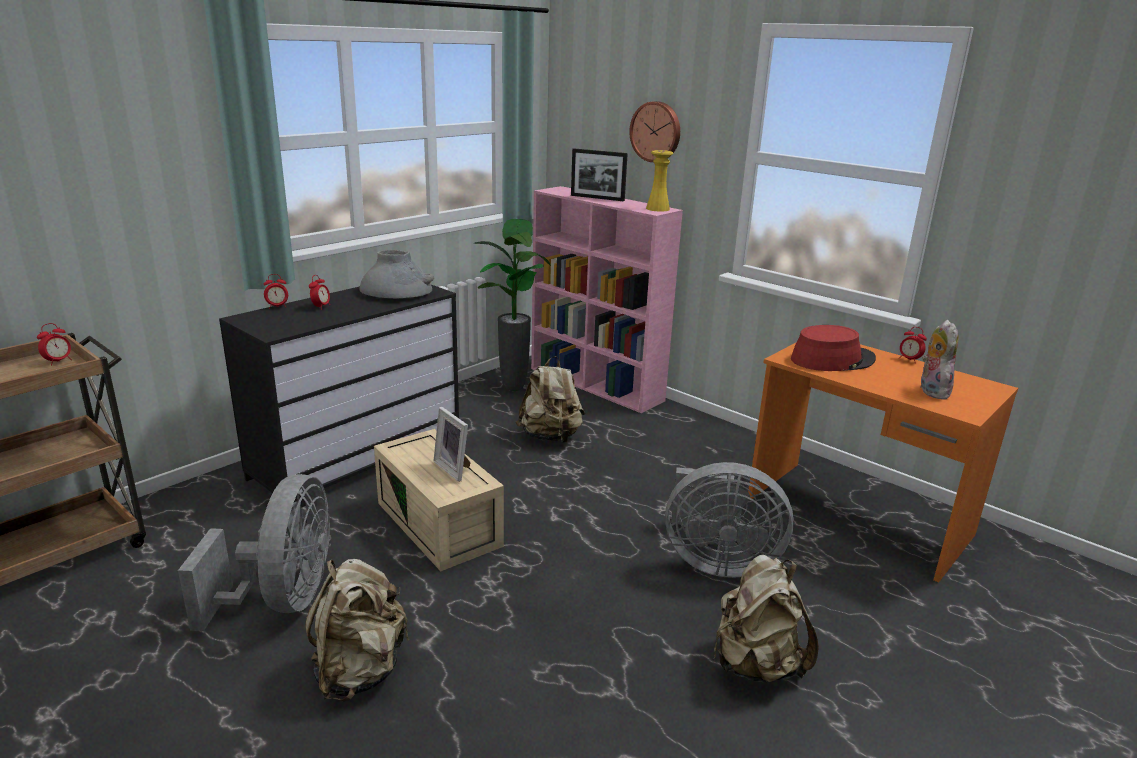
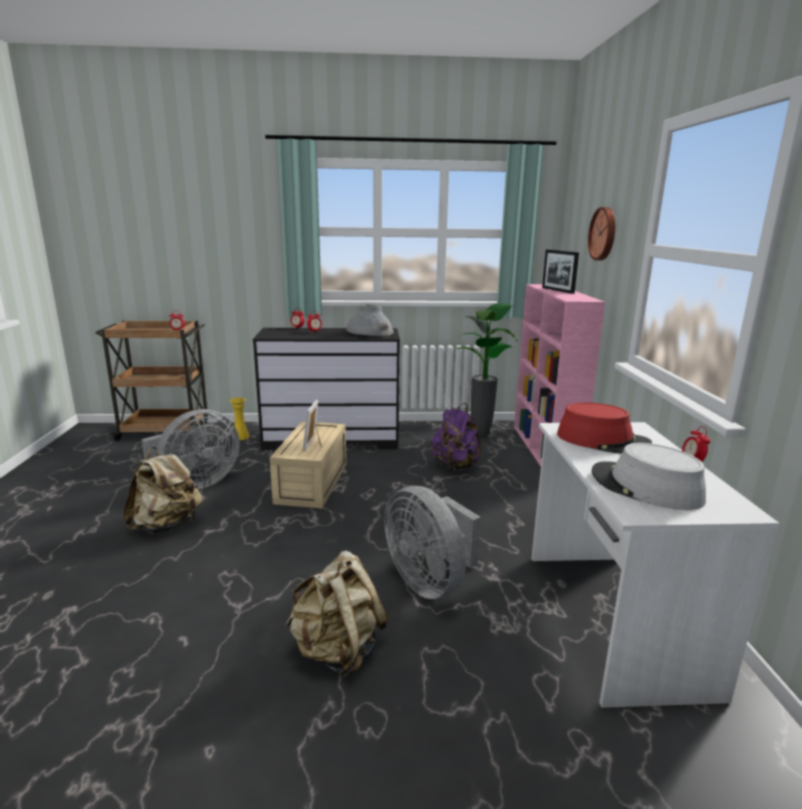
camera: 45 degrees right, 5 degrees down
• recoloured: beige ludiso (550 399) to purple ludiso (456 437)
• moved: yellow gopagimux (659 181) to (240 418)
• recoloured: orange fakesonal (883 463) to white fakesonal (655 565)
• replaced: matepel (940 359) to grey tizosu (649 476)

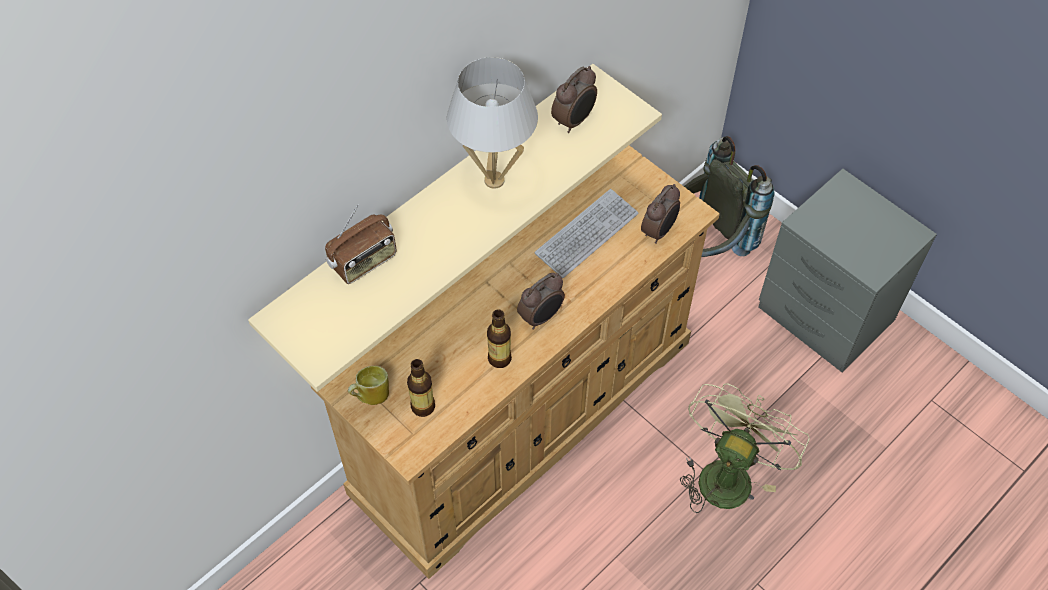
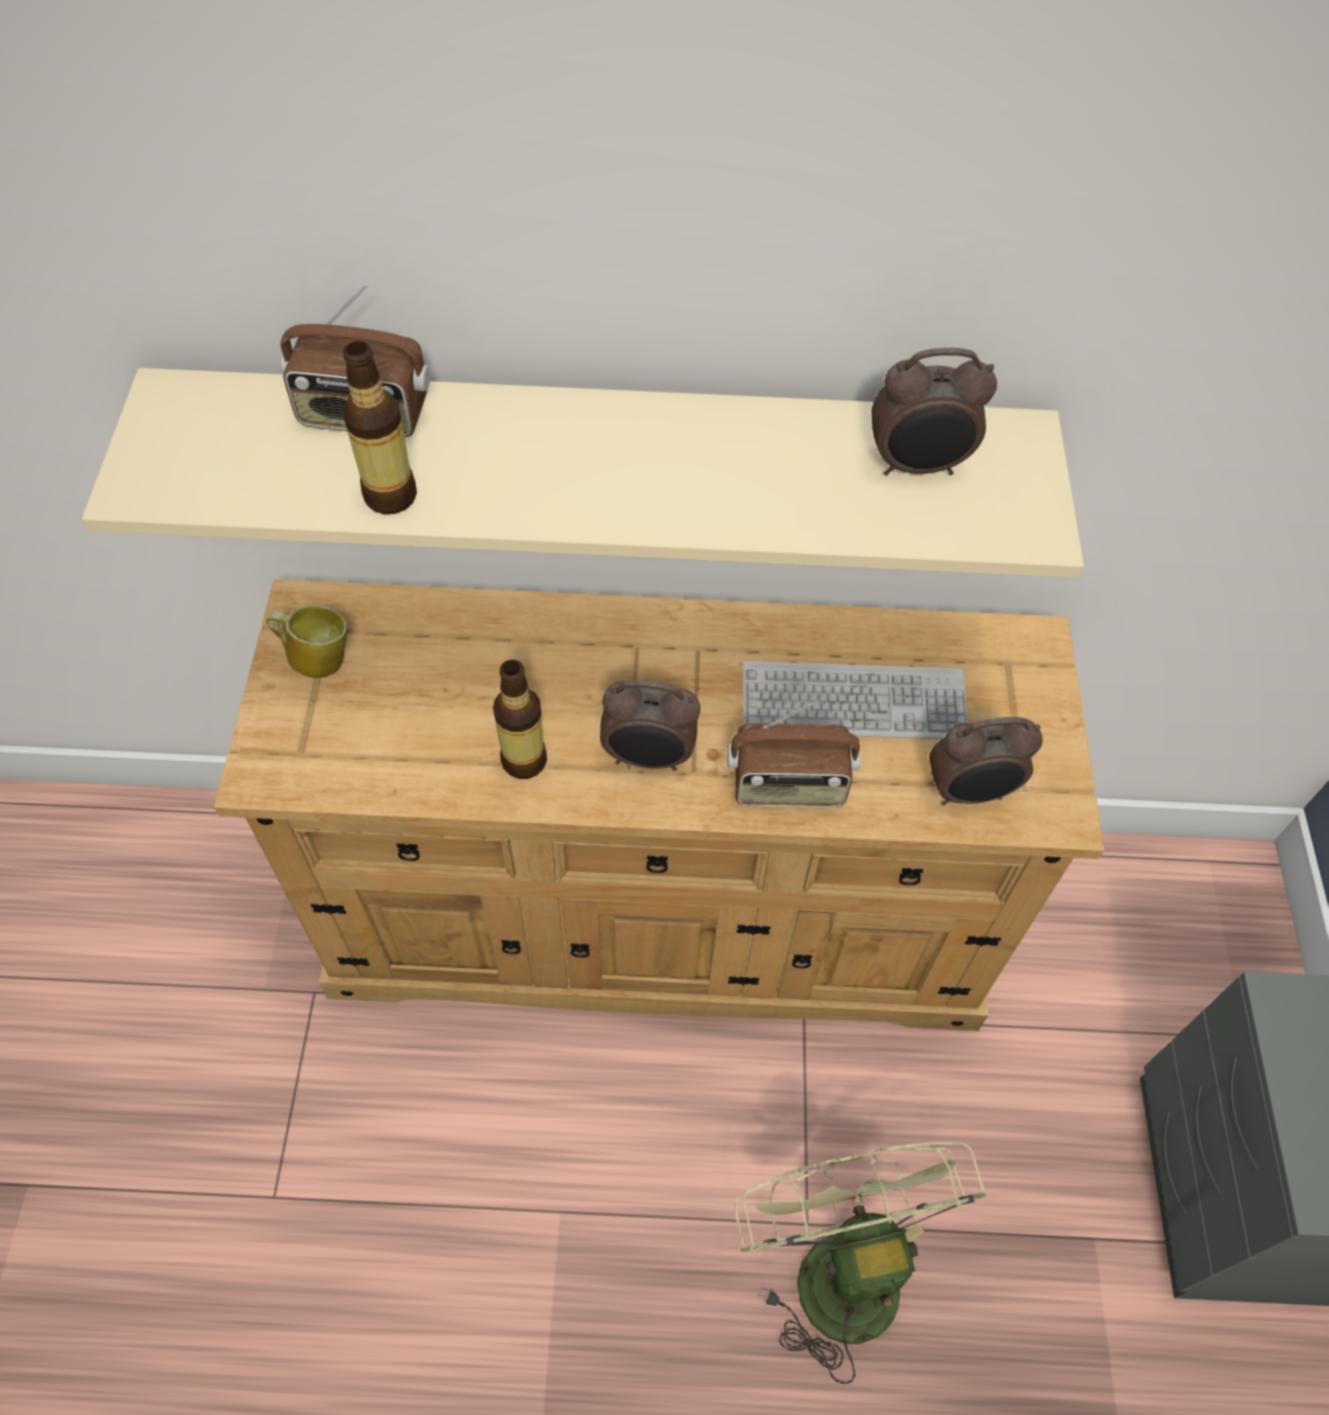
camera: 45 degrees right, 0 degrees up
• moved: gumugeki (421 388) to (380 427)
• removed: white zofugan (492 123)
• turned: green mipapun (745 448) = (861 1263) 90 degrees counterclockwise
• removed: grey ludiso (729 196)
• added: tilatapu (793 752)

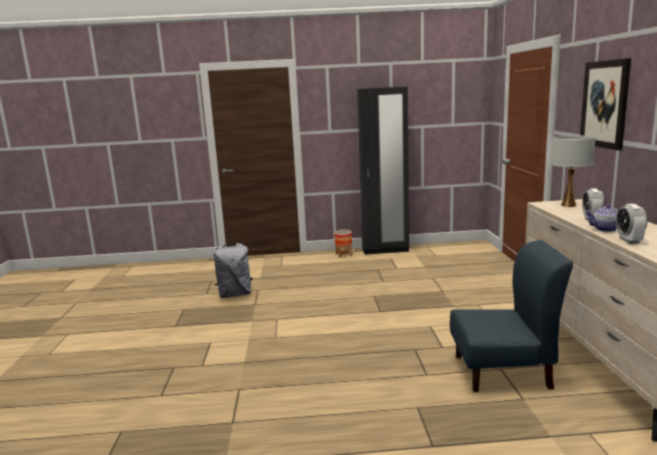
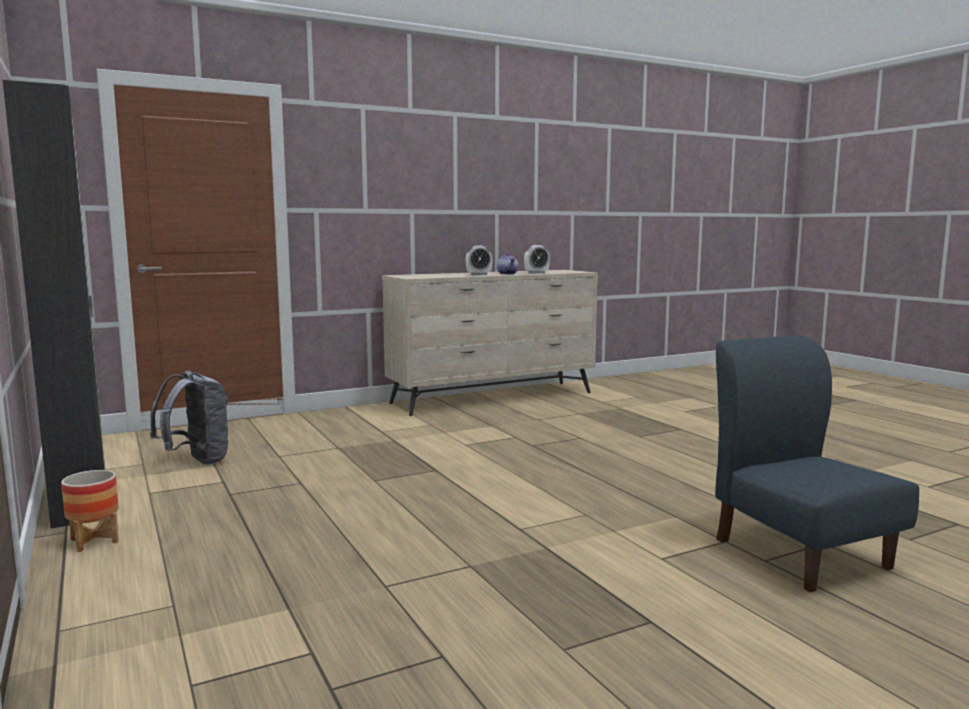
camera: 115 degrees left, 5 degrees down
• moved: grey ludiso (233 270) to (189 417)
• moved: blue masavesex (511 316) to (817 463)
• removed: white zofugan (573 171)
• removed: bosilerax (605 104)

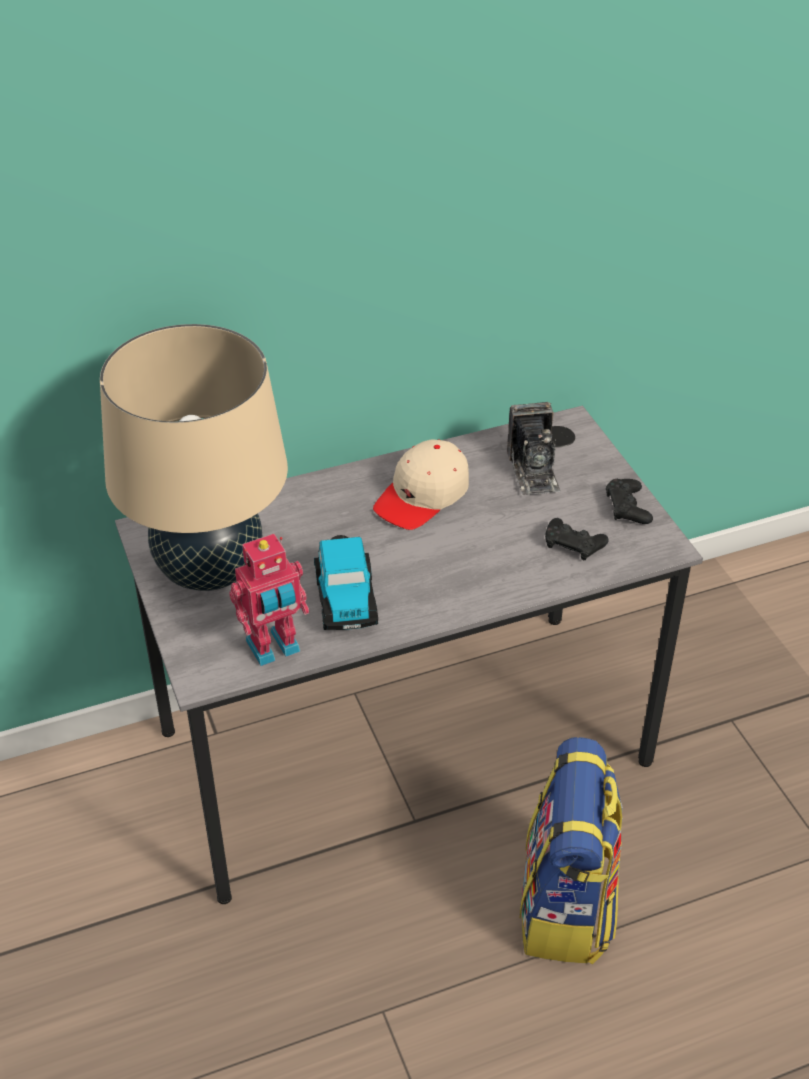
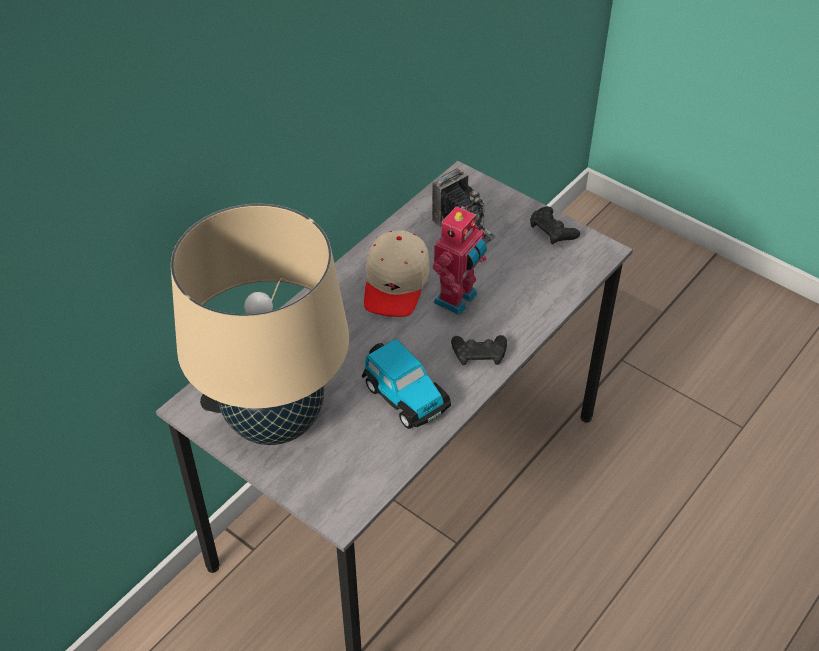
camera: 30 degrees left, 5 degrees up
• moved: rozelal (269 600) to (460 260)
• removed: ludiso (571 850)
• moved: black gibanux (577 539) to (479 350)

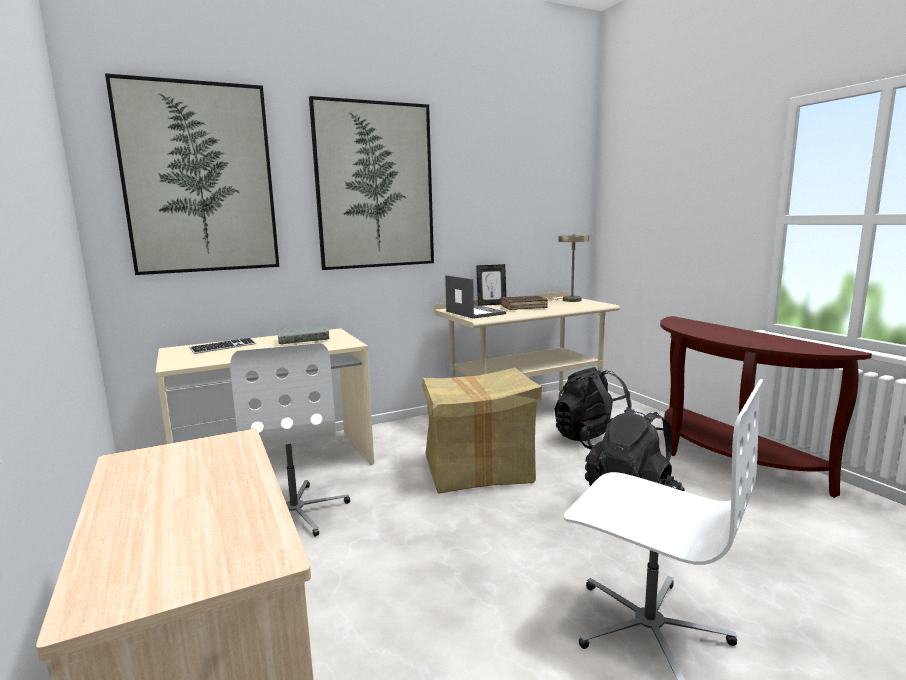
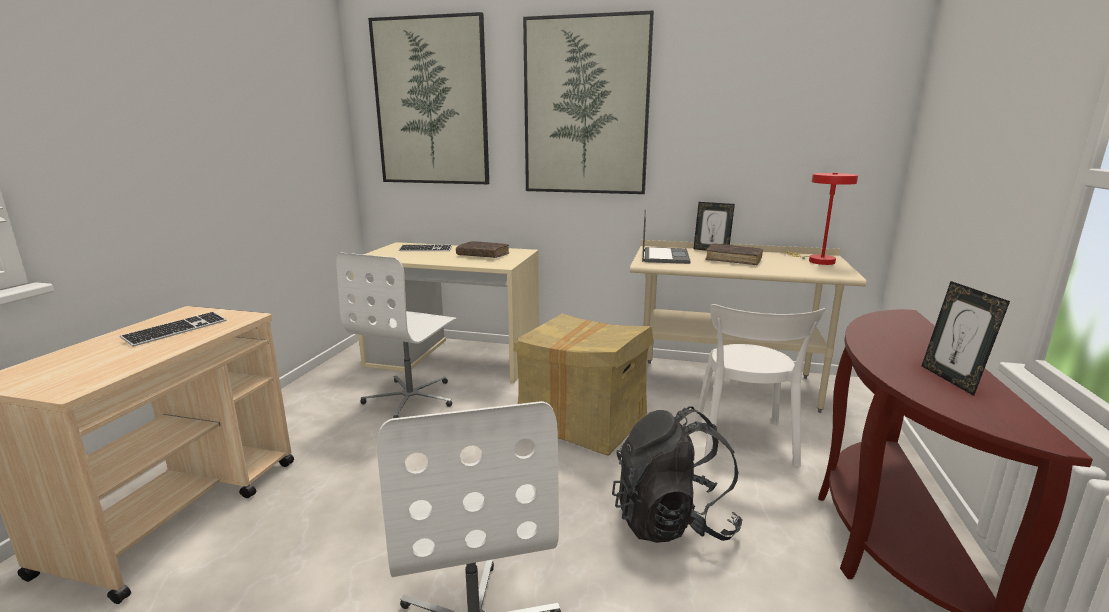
camera: 40 degrees right, 5 degrees up
• recoloured: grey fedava (303 335) to brown fedava (482 249)
• recoloured: beige zofugan (566 268) to red zofugan (821 219)
• replaced: black ludiso (593 408) to white masavesex (760 385)
• added: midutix (173 329)
• added: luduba (966 338)

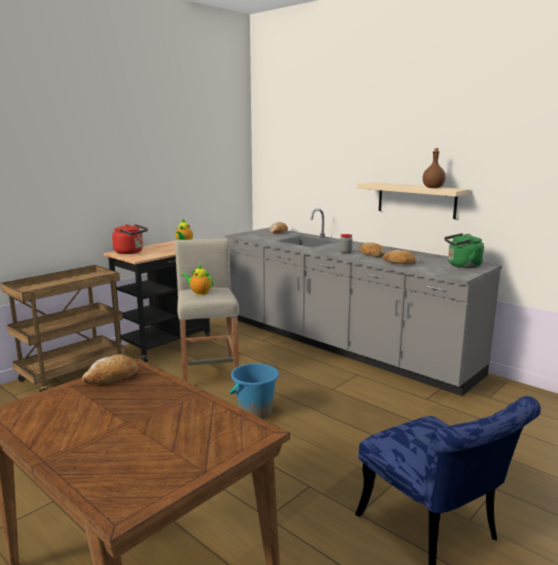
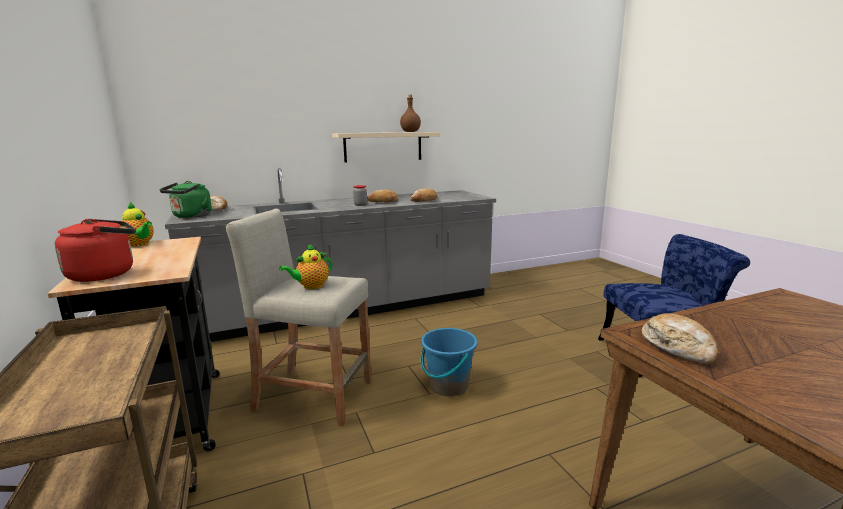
camera: 65 degrees left, 0 degrees up
• moved: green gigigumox (464 250) to (185 199)

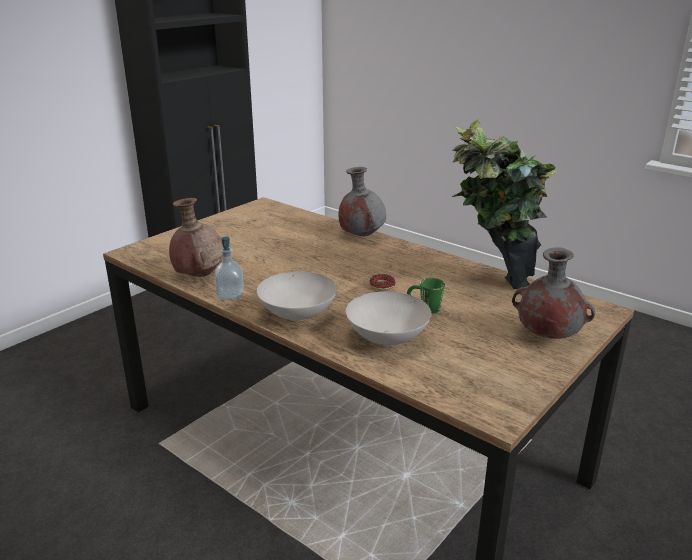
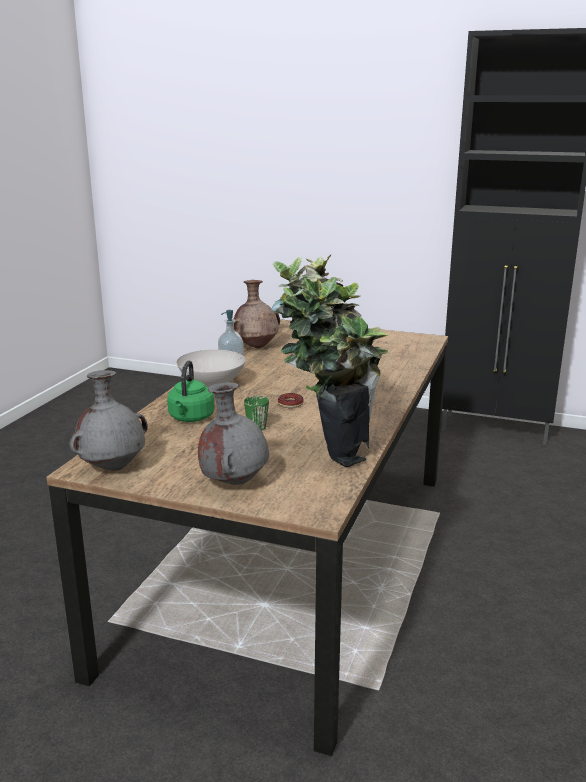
camera: 70 degrees right, 5 degrees down
• moved: grey gopagimux (362 201) to (109 420)
• replaced: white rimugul (388 319) to green gigigumox (191 391)

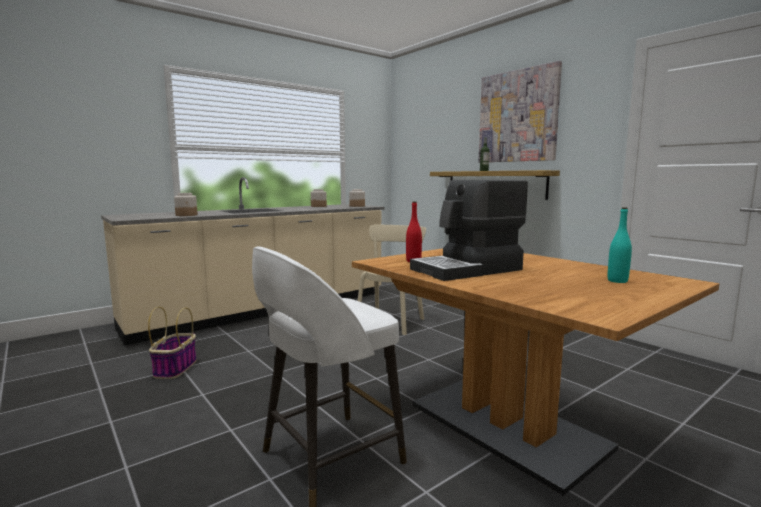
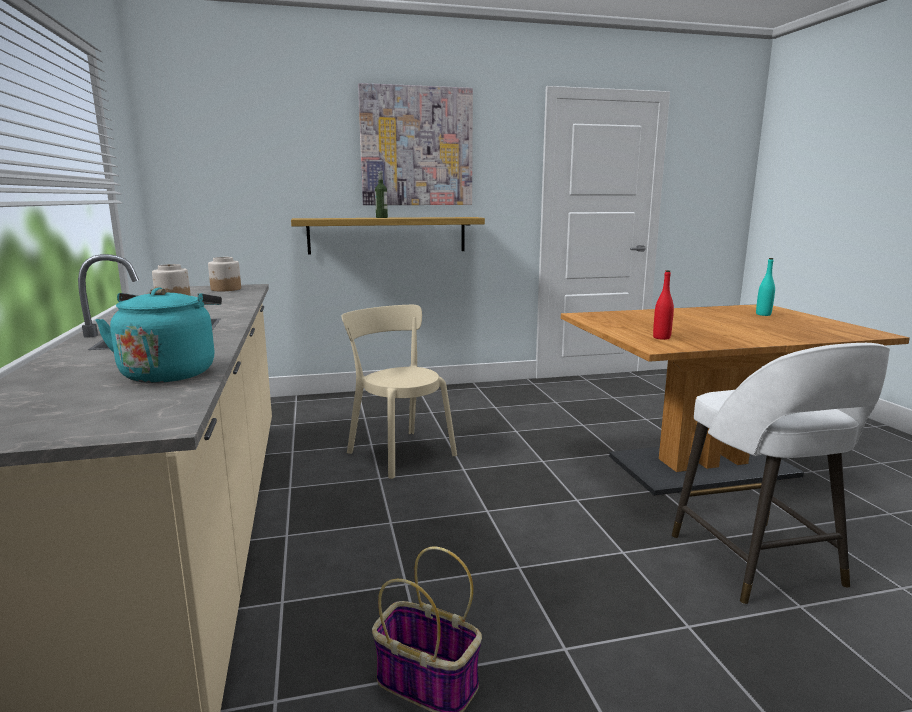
camera: 65 degrees left, 5 degrees up
• replaced: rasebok (185 204) to turquoise gigigumox (158 335)
• removed: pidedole (469 230)

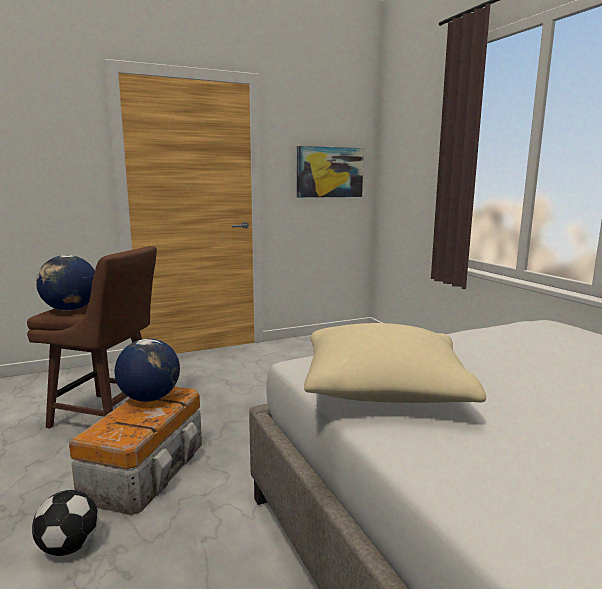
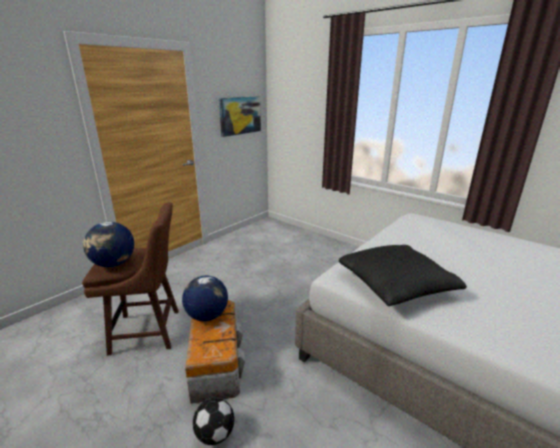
camera: 25 degrees left, 10 degrees up
• recoloured: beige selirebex (395 363) to black selirebex (403 275)

